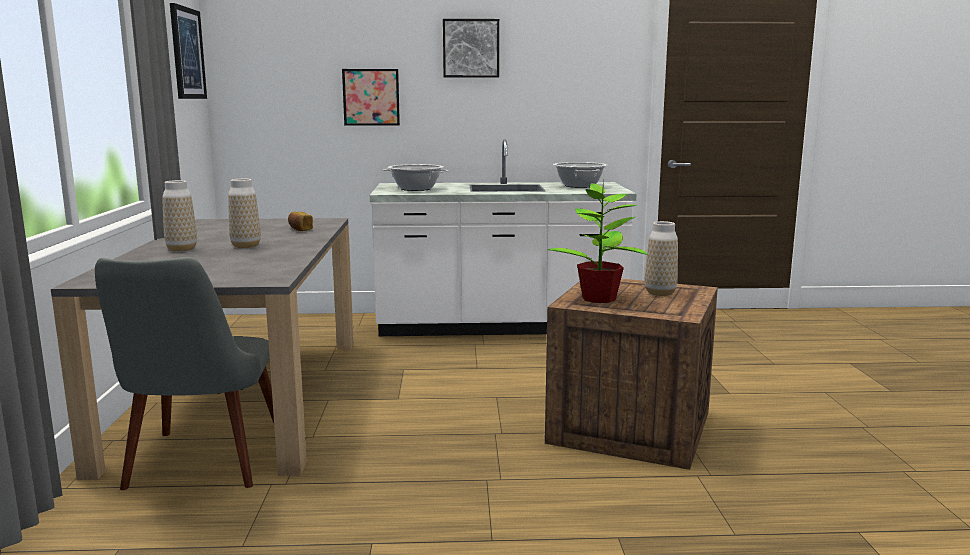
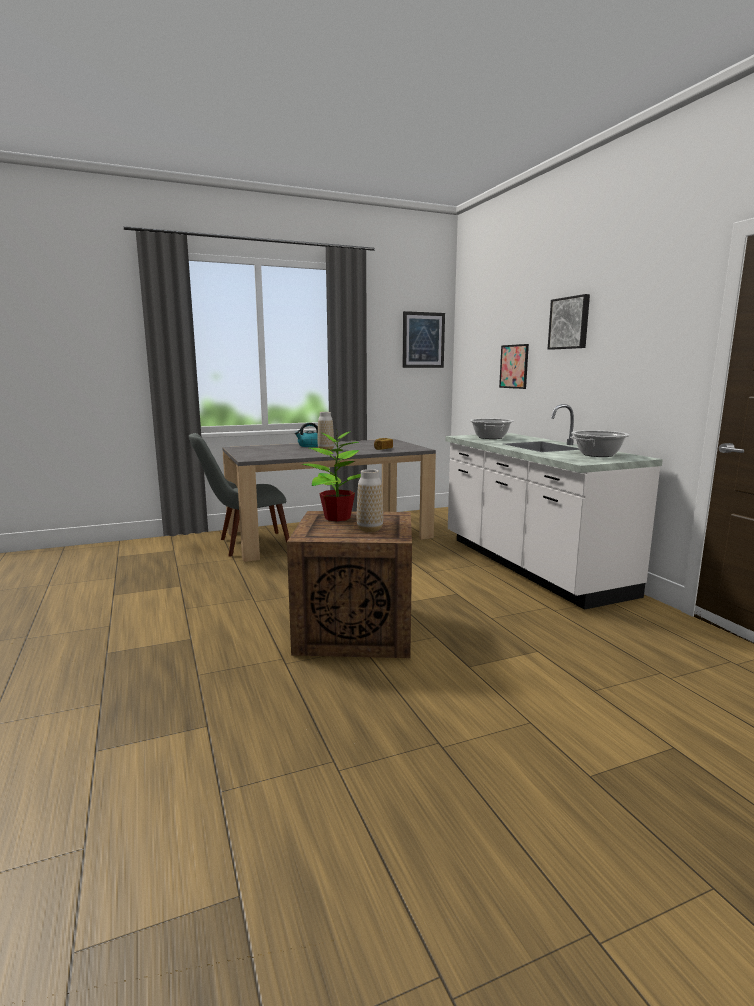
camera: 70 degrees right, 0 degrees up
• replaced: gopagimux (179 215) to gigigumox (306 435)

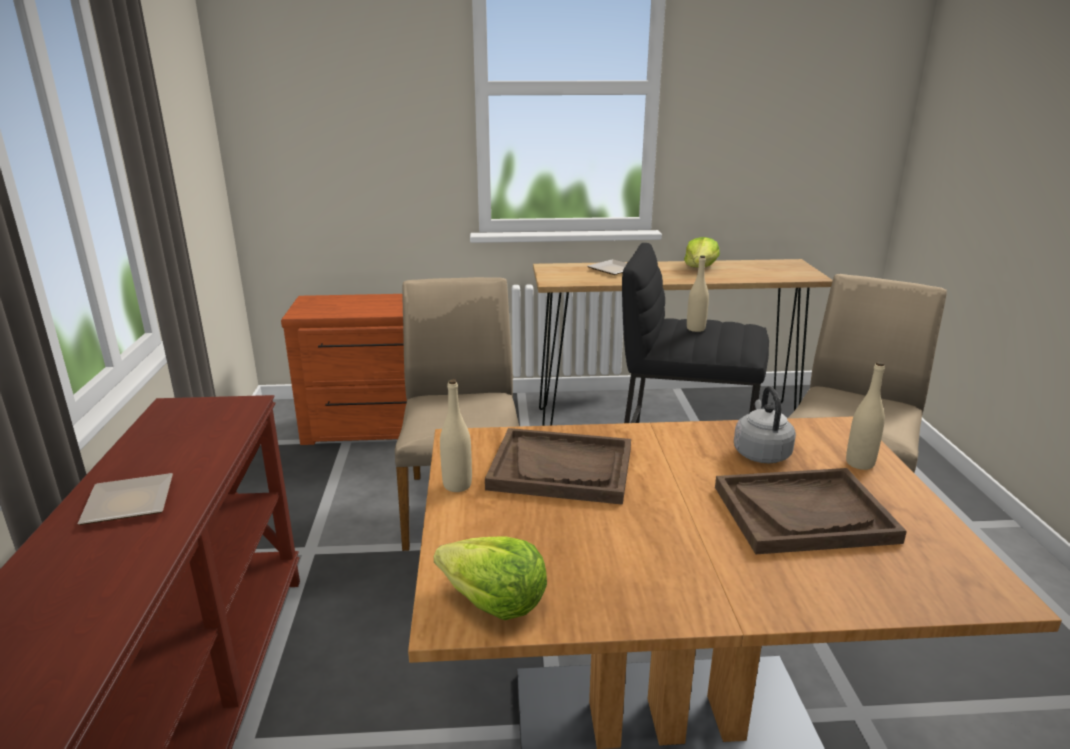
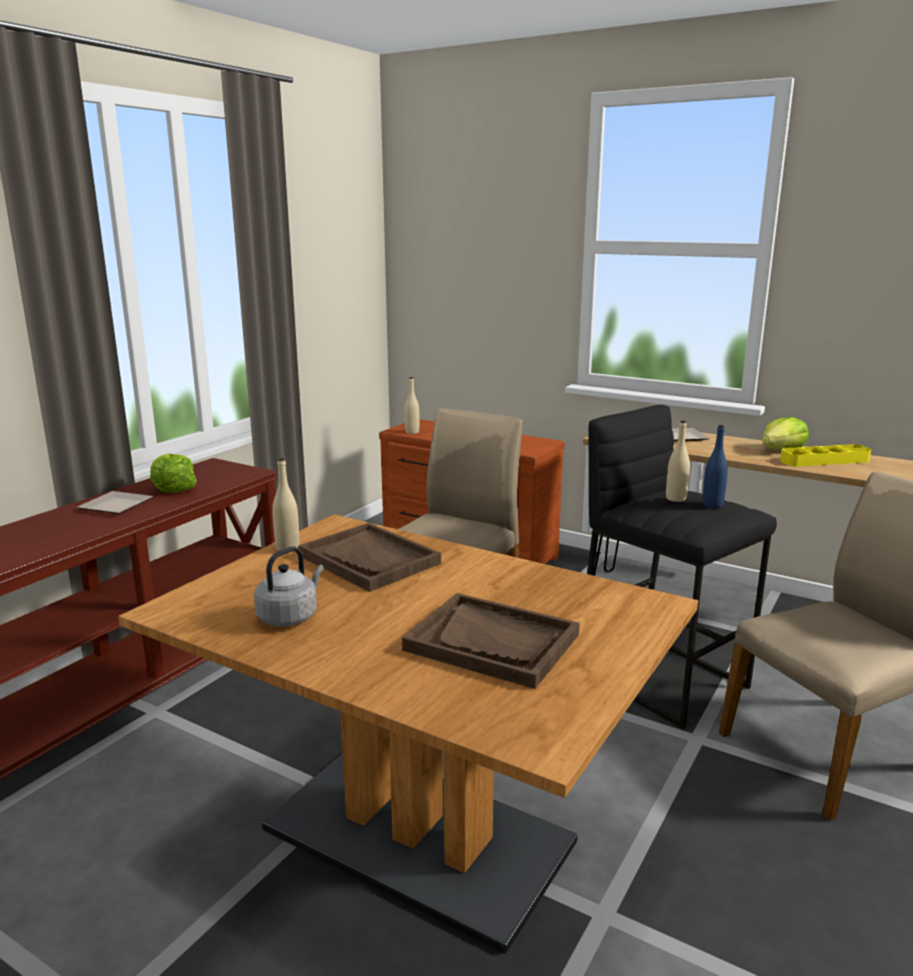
camera: 35 degrees right, 5 degrees down
• moved: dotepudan (490 578) to (173 473)
• moved: grey gigigumox (765 424) to (289 586)
• moved: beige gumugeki (865 415) to (412 405)
• added: blue gumugeki (715 466)
• added: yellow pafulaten (825 455)

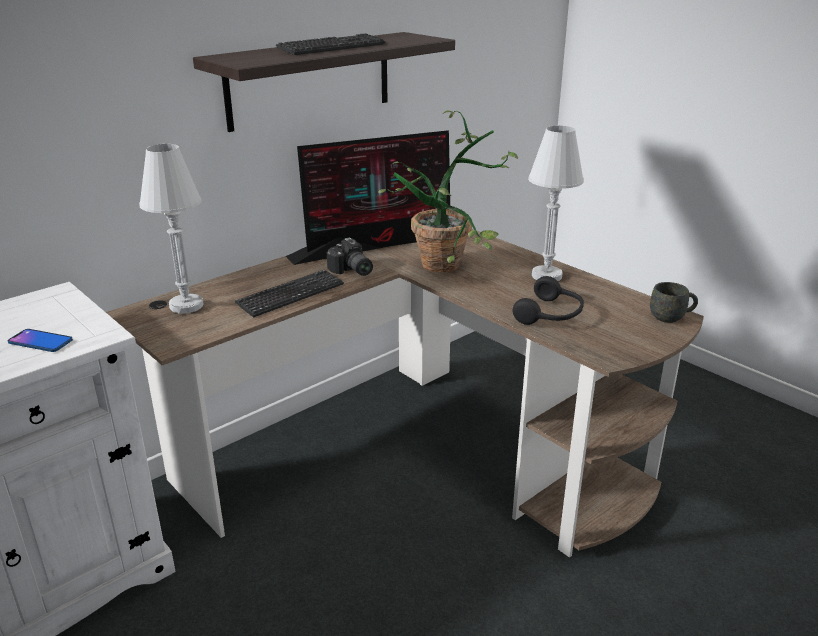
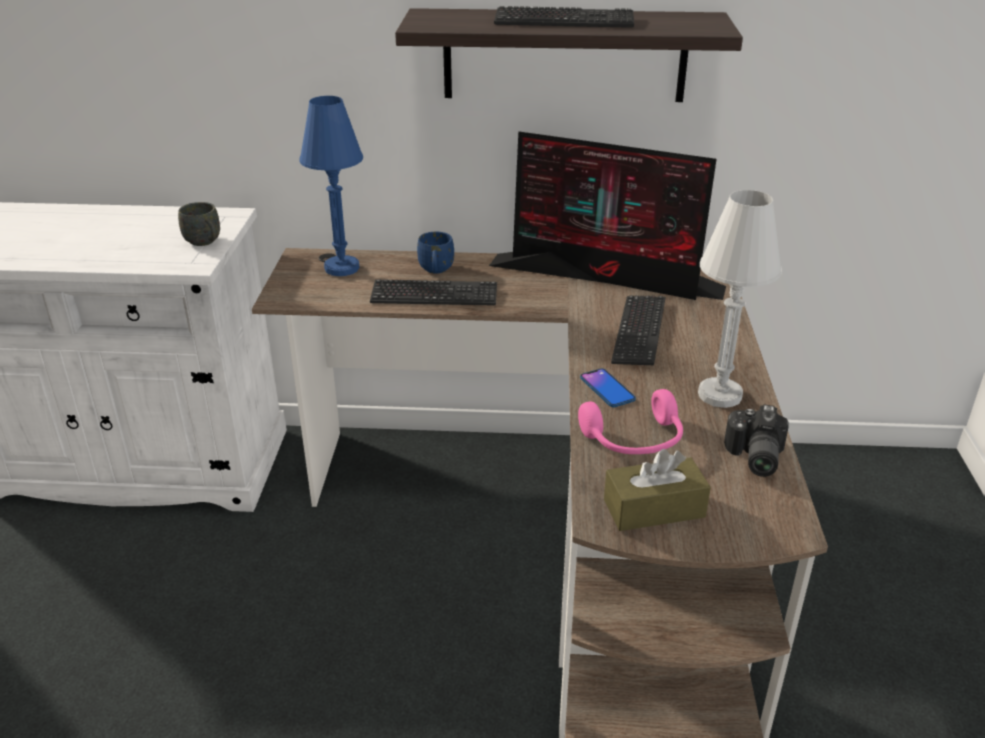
camera: 45 degrees right, 5 degrees up
• moved: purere (40 340) to (608 388)
• recoloured: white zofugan (171 229) to blue zofugan (331 186)
• moved: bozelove (350 256) to (756 440)
• replaced: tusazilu (448 191) to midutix (638 330)
• recoloured: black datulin (548 300) to pink datulin (630 421)
• moved: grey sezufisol (674 302) to (199 224)
• added: blue sezufisol (435 253)
• added: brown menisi (657 490)

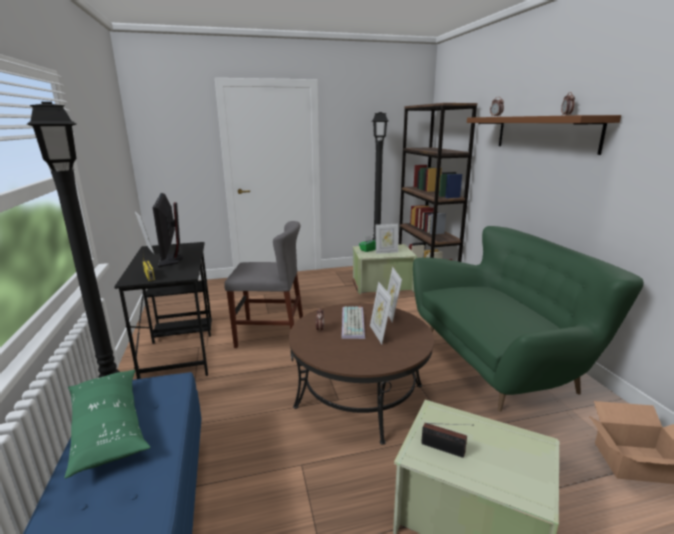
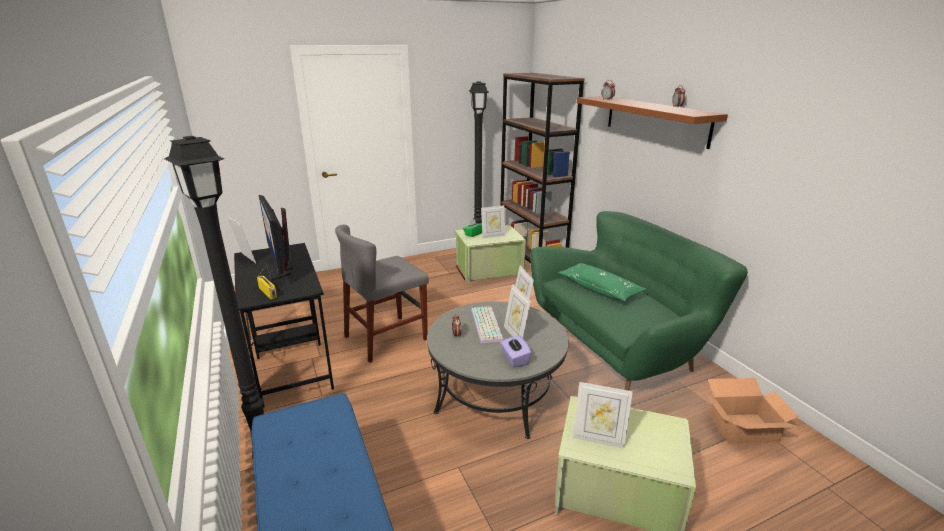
camera: 10 degrees left, 5 degrees up
• moved: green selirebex (108 424) to (602 282)
• turned: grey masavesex (263 284) = (382 294) 150 degrees clockwise
• recoloured: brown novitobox (361 374) to grey novitobox (498 370)
• replaced: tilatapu (447 440) to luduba (603 415)
• added: purple menisi (516 350)

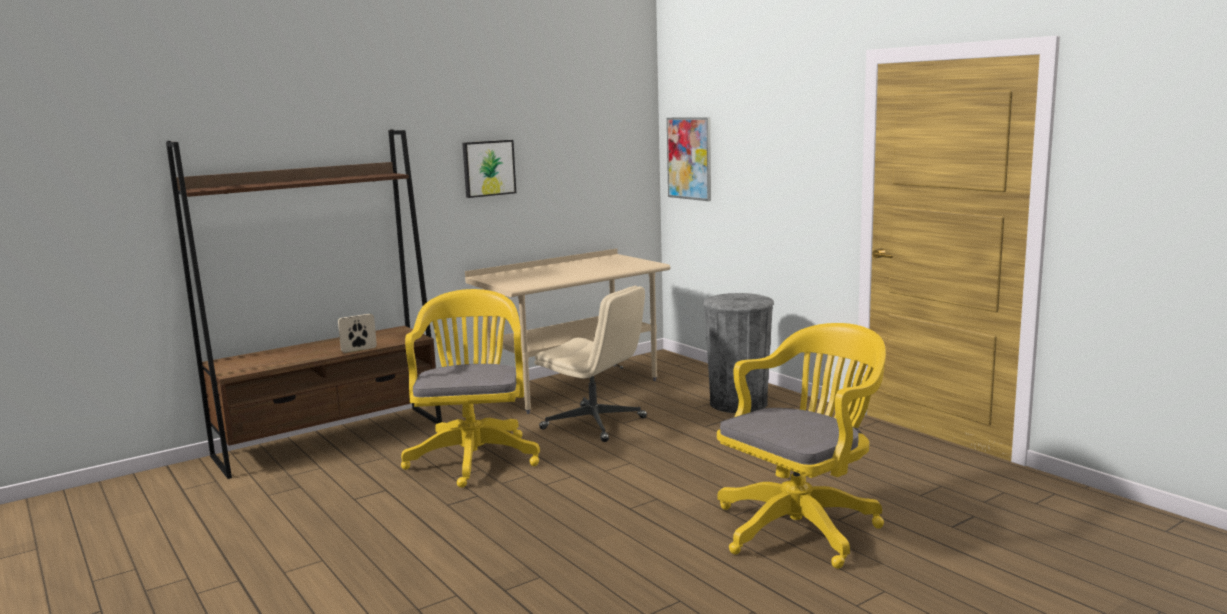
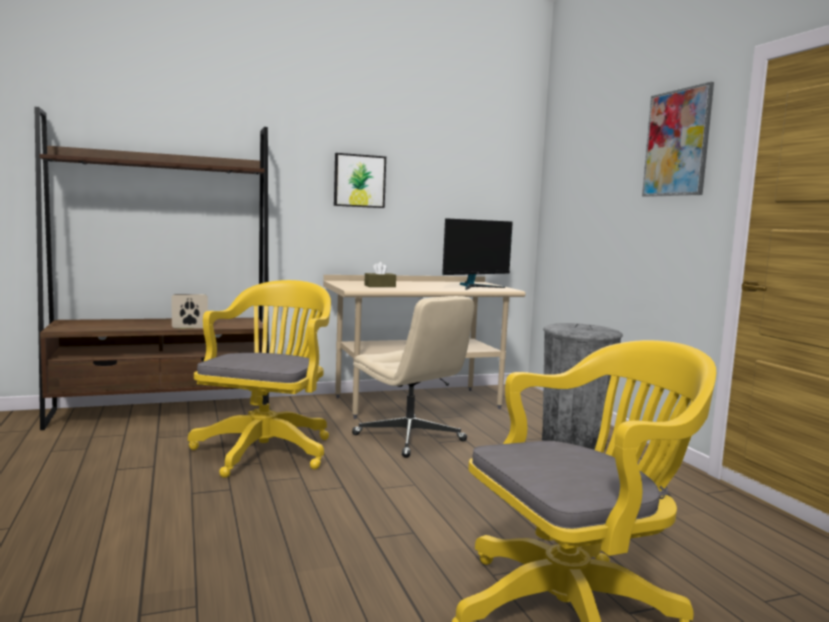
camera: 15 degrees right, 5 degrees down
• moved: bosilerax (689 159) to (678 139)
• added: brown menisi (380 274)
• added: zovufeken (477 254)

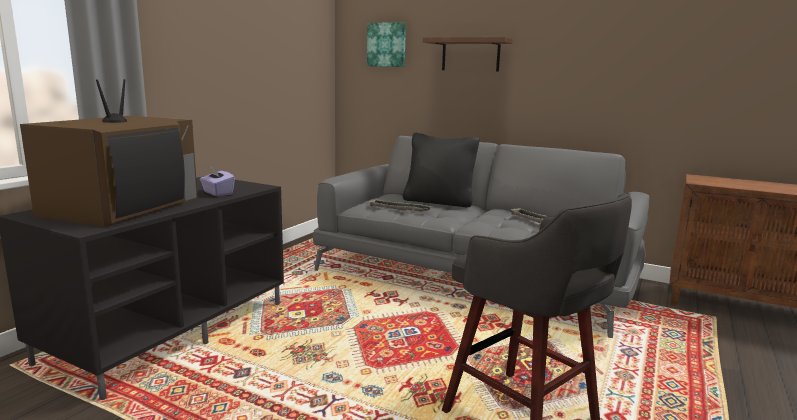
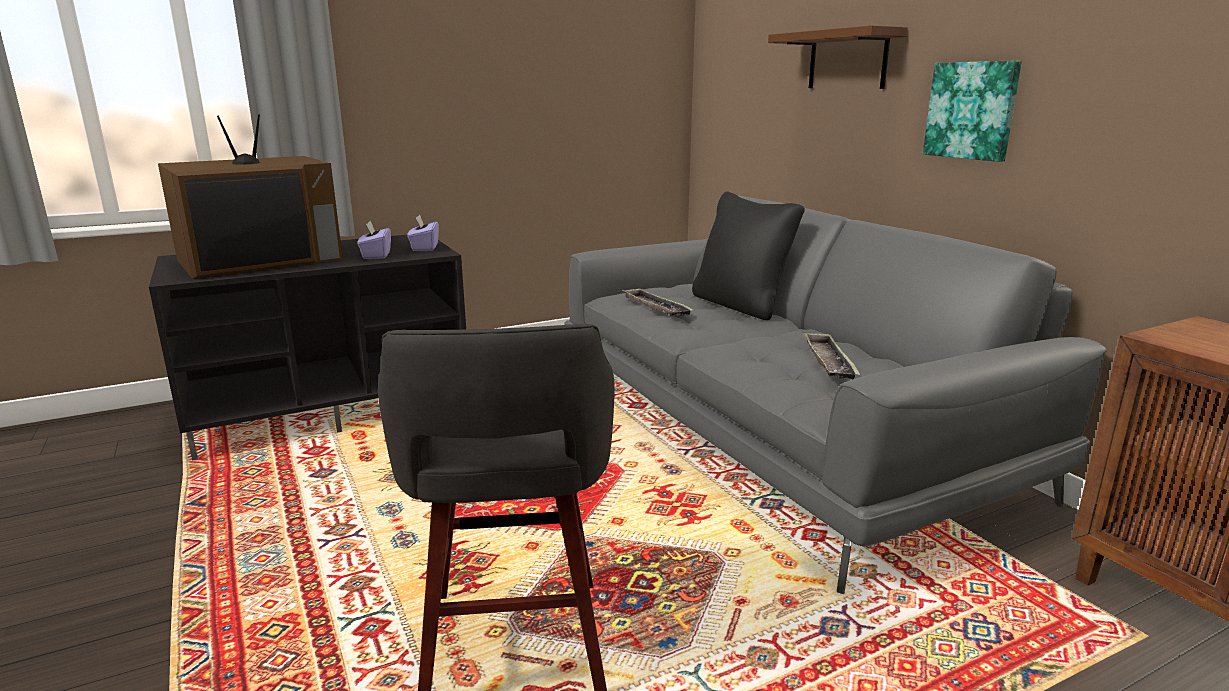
camera: 35 degrees right, 5 degrees up
• moved: bosilerax (386 44) to (972 111)
• added: purple menisi (423 233)

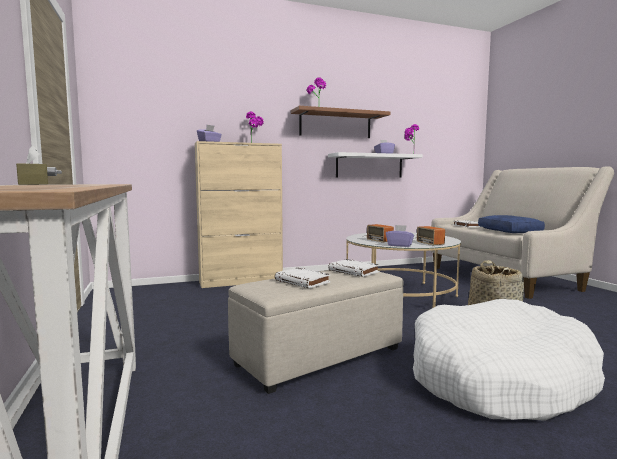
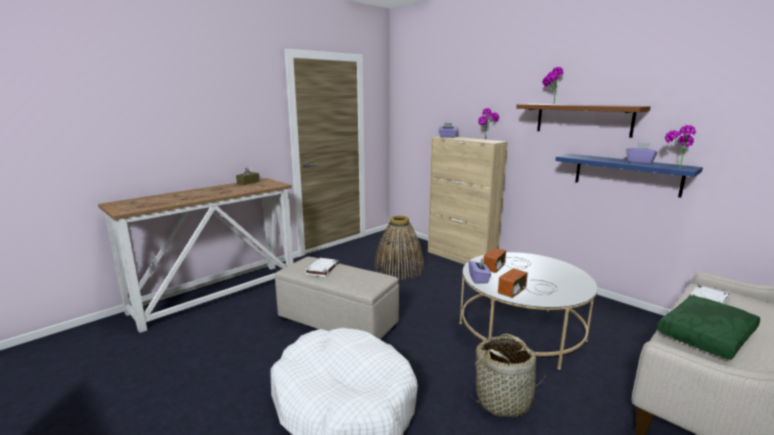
camera: 65 degrees right, 10 degrees up
• recoloured: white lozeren (375 165) to blue lozeren (629 176)
• removed: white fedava (354 268)
• recoloured: blue selirebex (511 224) to green selirebex (709 327)
• added: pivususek (399 248)

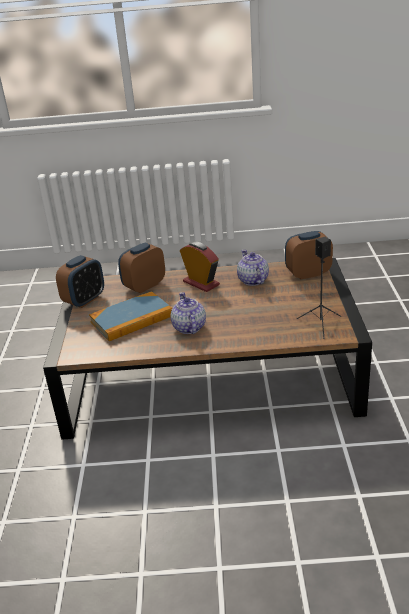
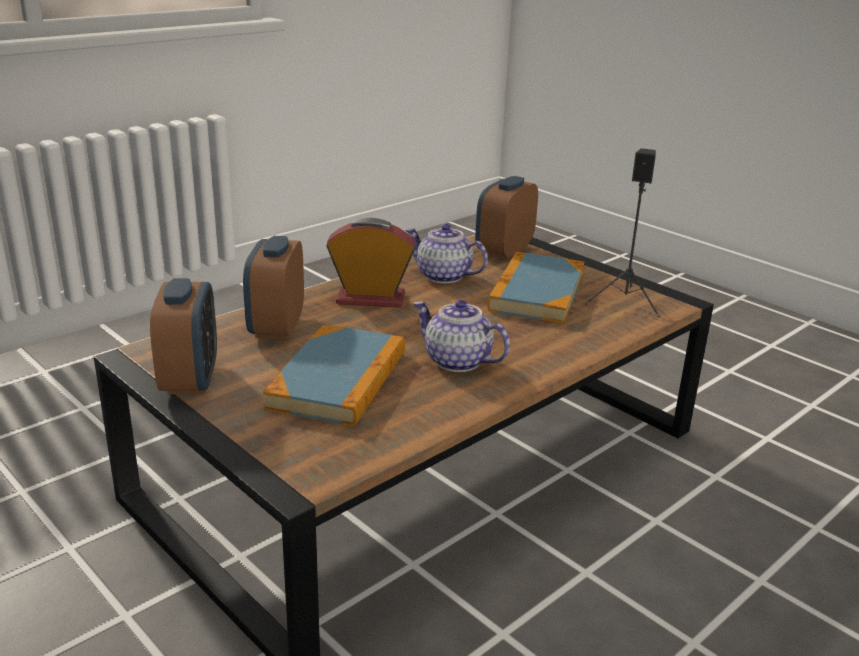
camera: 45 degrees left, 5 degrees down
• added: fedava (536 287)

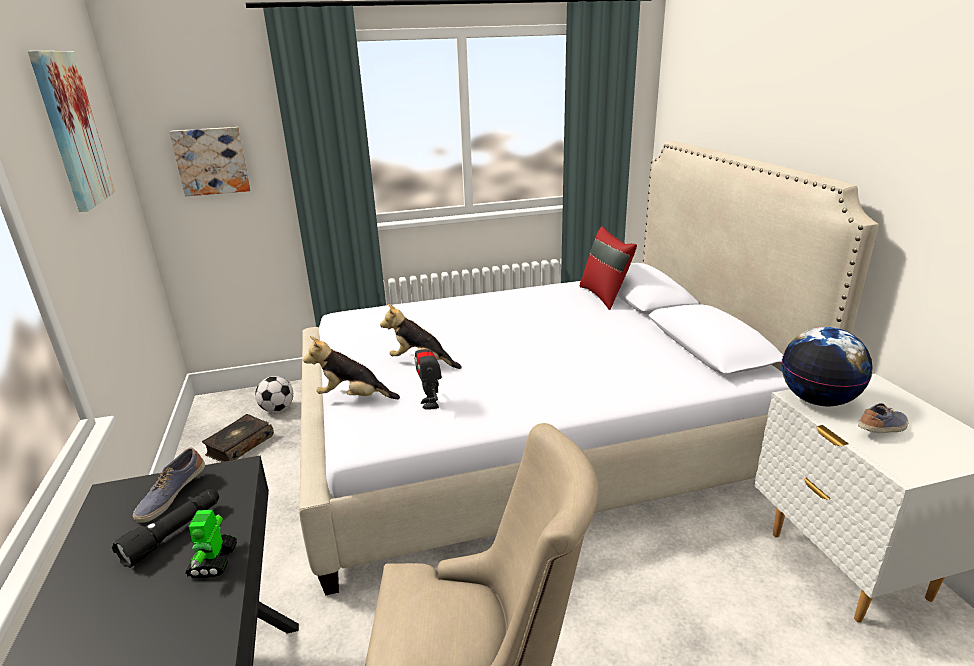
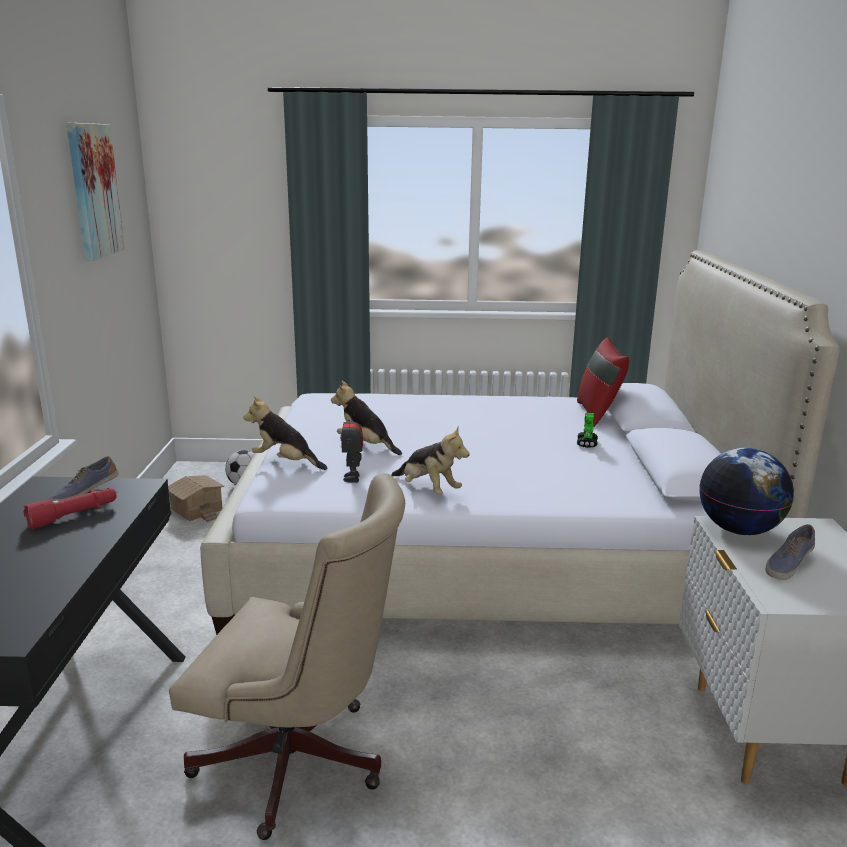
camera: 15 degrees right, 5 degrees down
• recoloured: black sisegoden (165 528) to red sisegoden (70 508)
• removed: bosilerax (210 161)
• moved: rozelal (211 544) to (587 430)
• replaced: fedava (238 438) to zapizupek (196 498)
• turned: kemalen (883 418) = (790 552) 150 degrees clockwise
• added: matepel (430 460)

